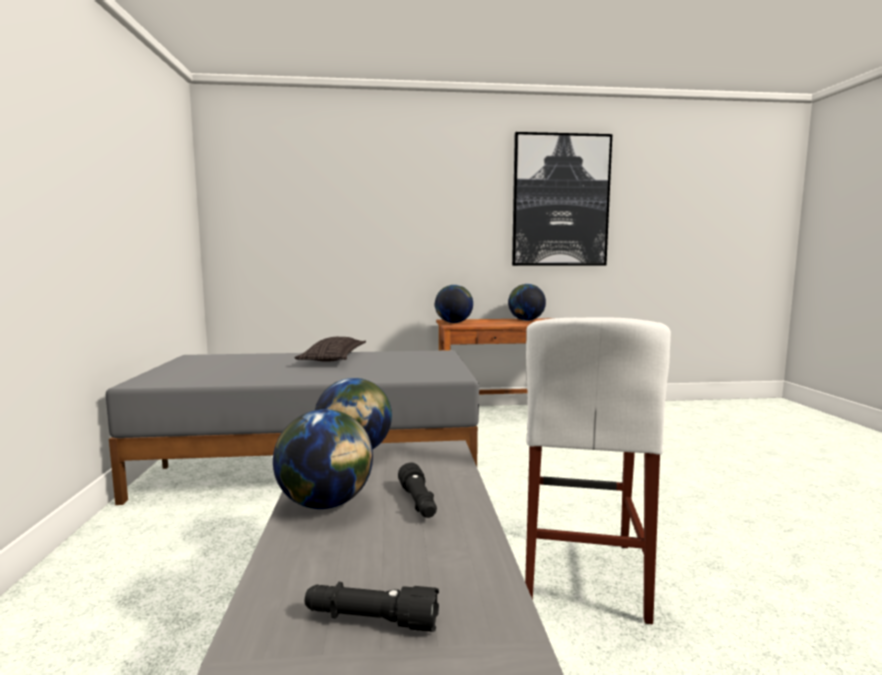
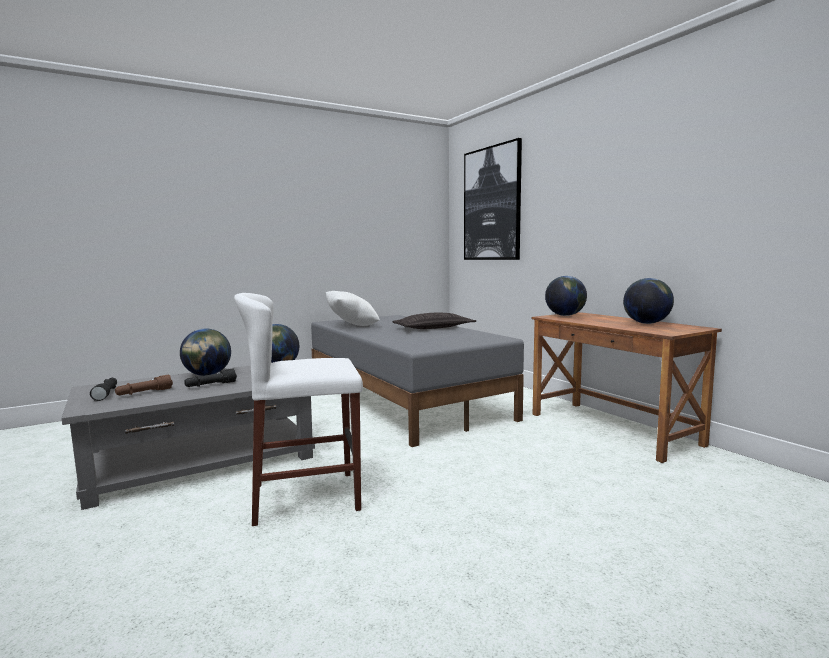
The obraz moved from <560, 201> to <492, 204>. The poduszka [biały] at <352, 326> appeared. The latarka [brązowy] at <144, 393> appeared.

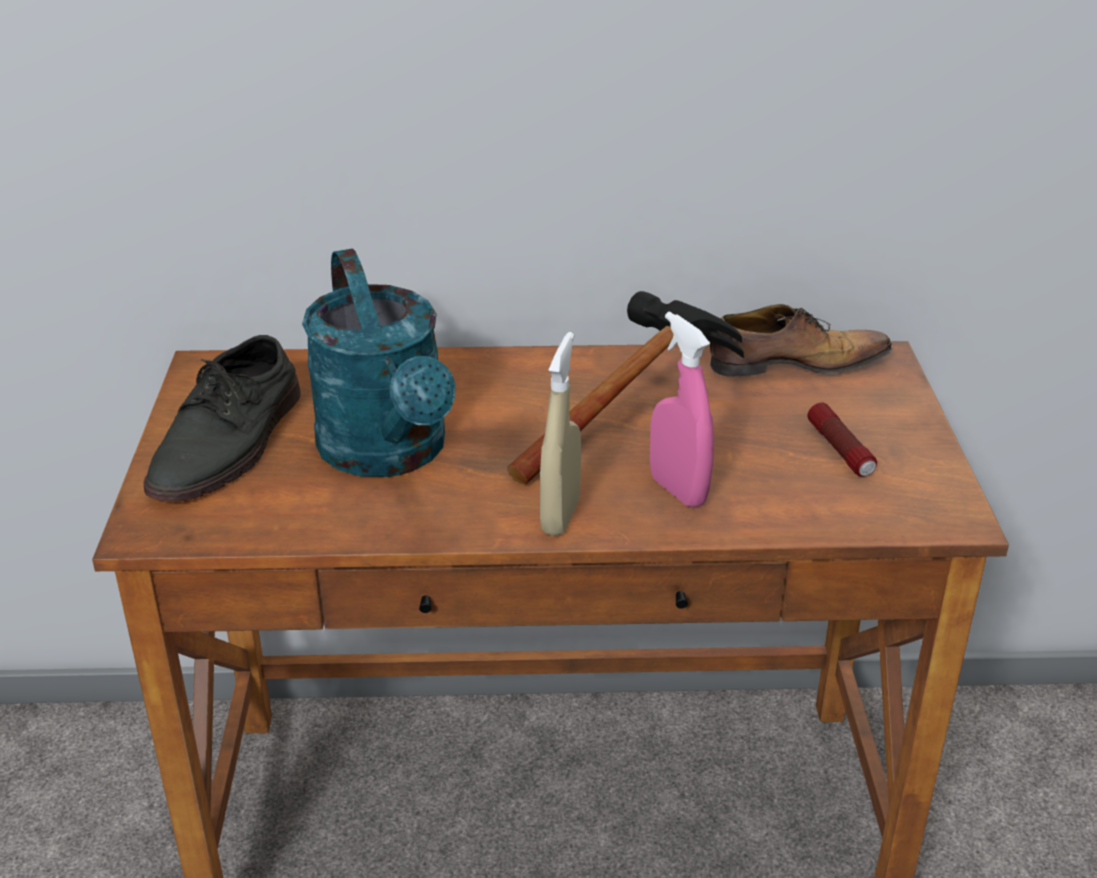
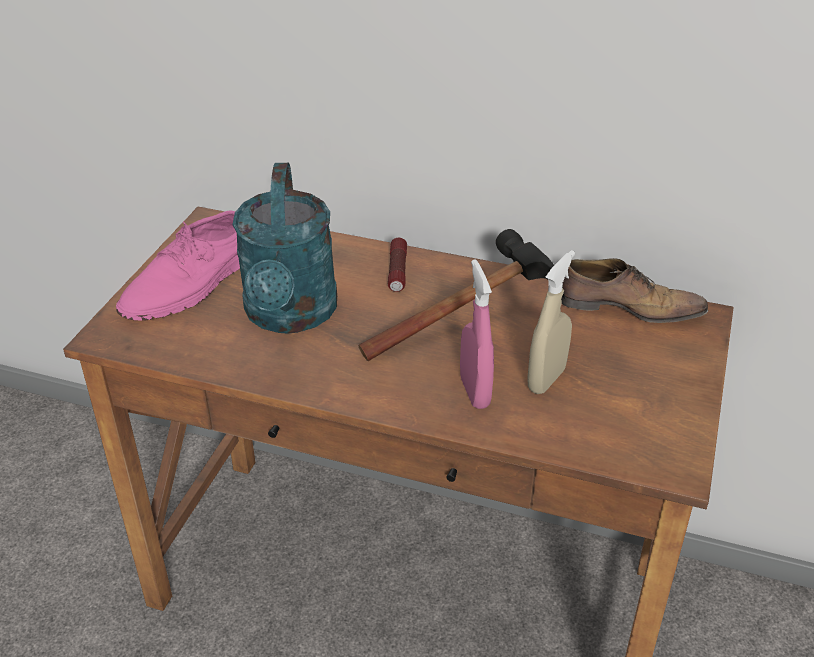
The spryskiwacz [beżowy] moved from <560, 516> to <546, 380>. The but [szary] at <230, 443> became the but [różowy] at <192, 283>. The latarka moved from <840, 450> to <397, 272>.

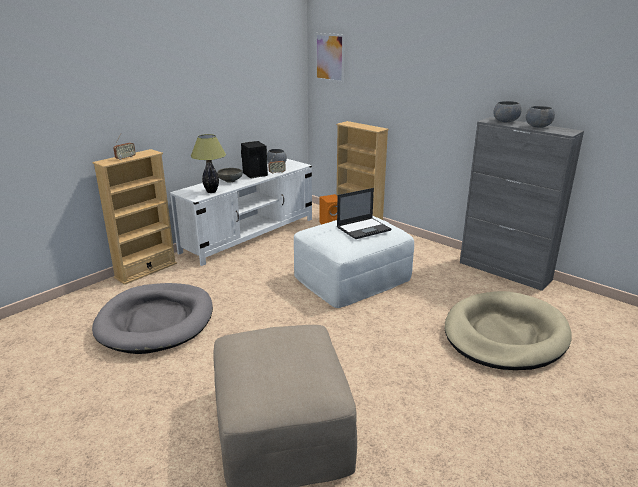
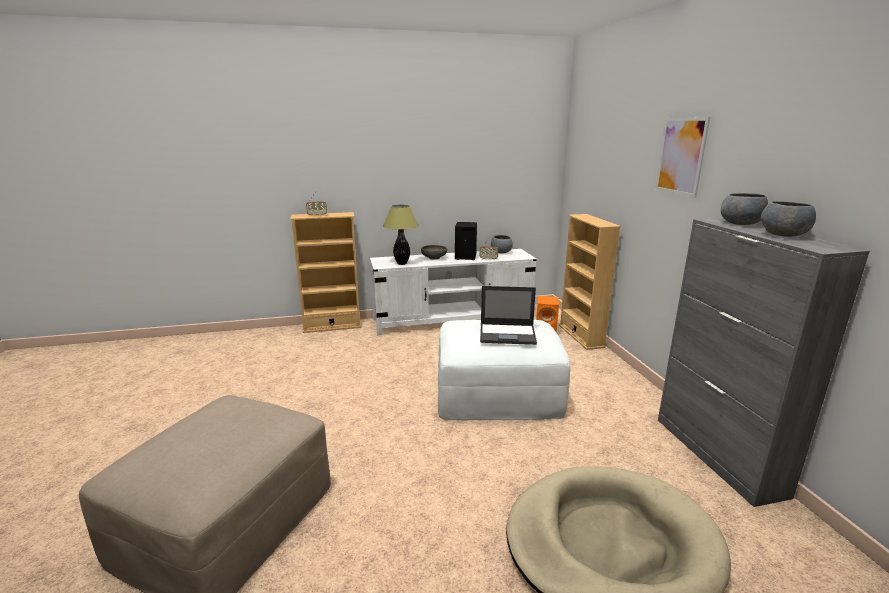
The obraz moved from <329, 57> to <681, 156>. The legowisko [szary] at <156, 321> disappeared.

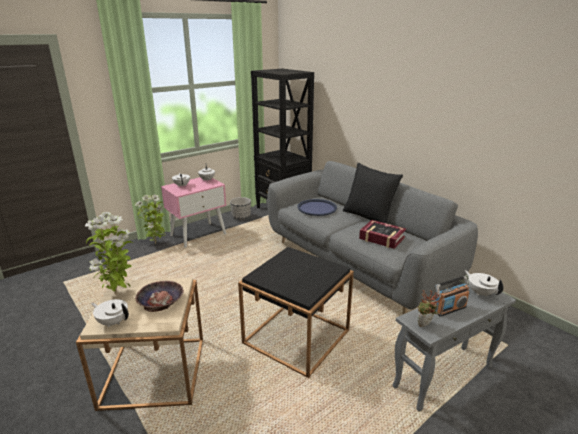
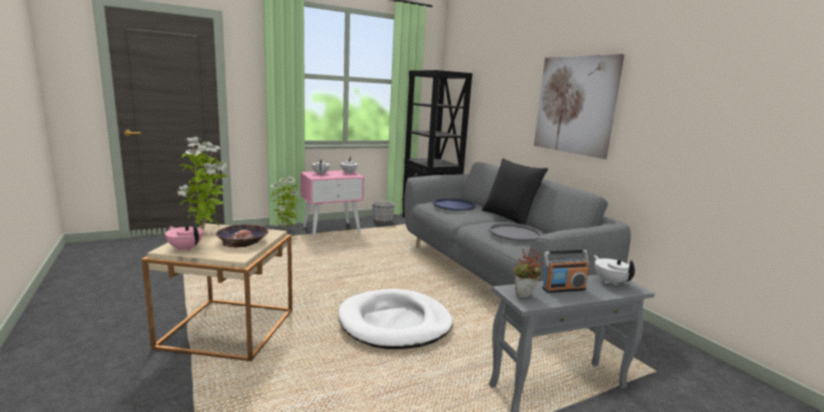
The książka at <382, 238> was replaced by the taca [szary] at <514, 233>. The stolik [czarny] at <296, 337> was replaced by the legowisko [biały] at <395, 323>. The imbryk [biały] at <113, 322> became the imbryk [różowy] at <185, 248>. The obraz at <575, 105> appeared.

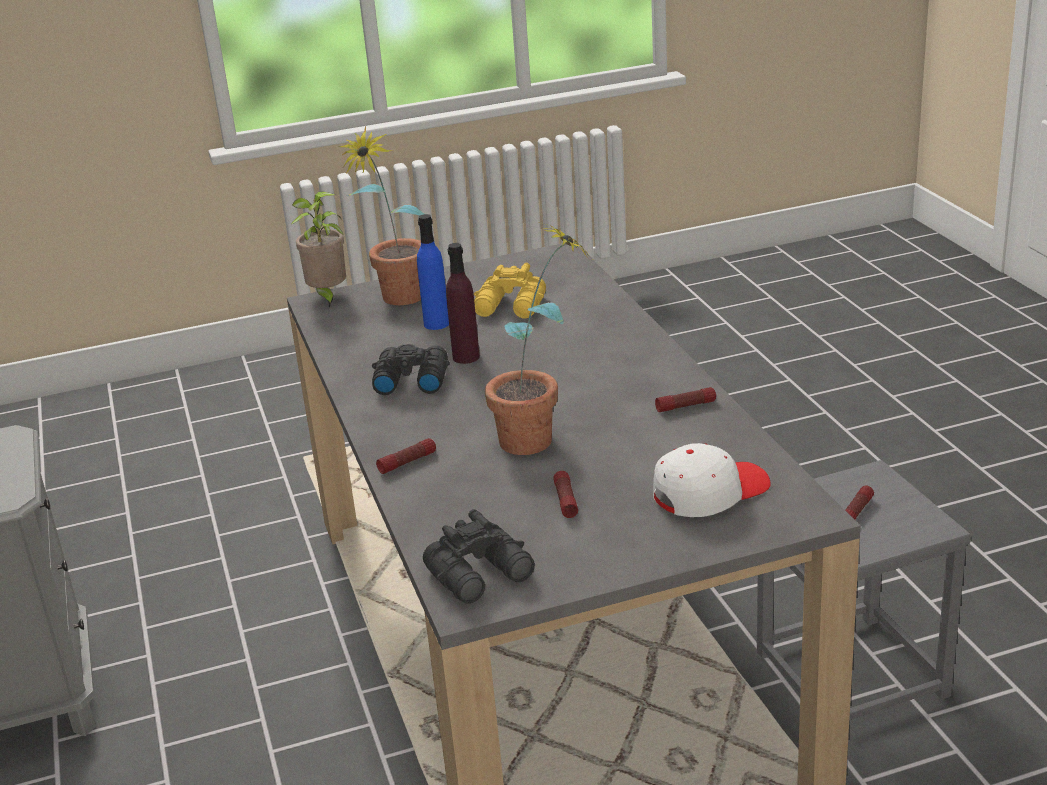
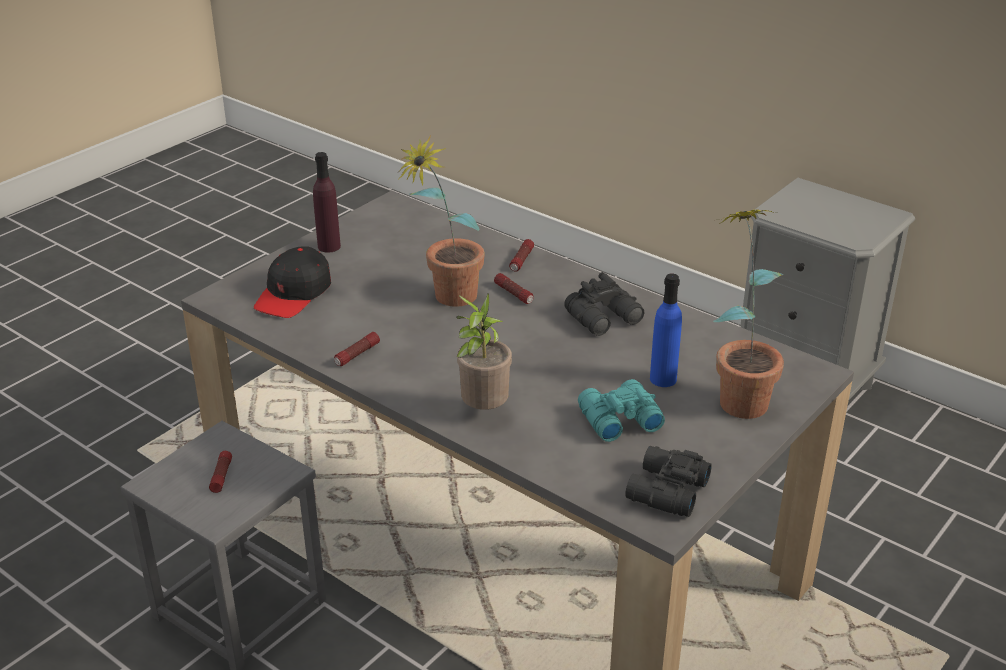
The roślina doniczkowa moved from <327, 297> to <483, 410>. The butelka [fioletowy] moved from <466, 357> to <329, 246>. The lornetka [żółty] at <511, 307> became the lornetka [turkusowy] at <617, 419>. The czapka z daszkiem [biały] at <709, 492> became the czapka z daszkiem [czarny] at <294, 294>. The latarka moved from <565, 500> to <514, 294>. The lornetka [czarny] moved from <482, 575> to <665, 491>.

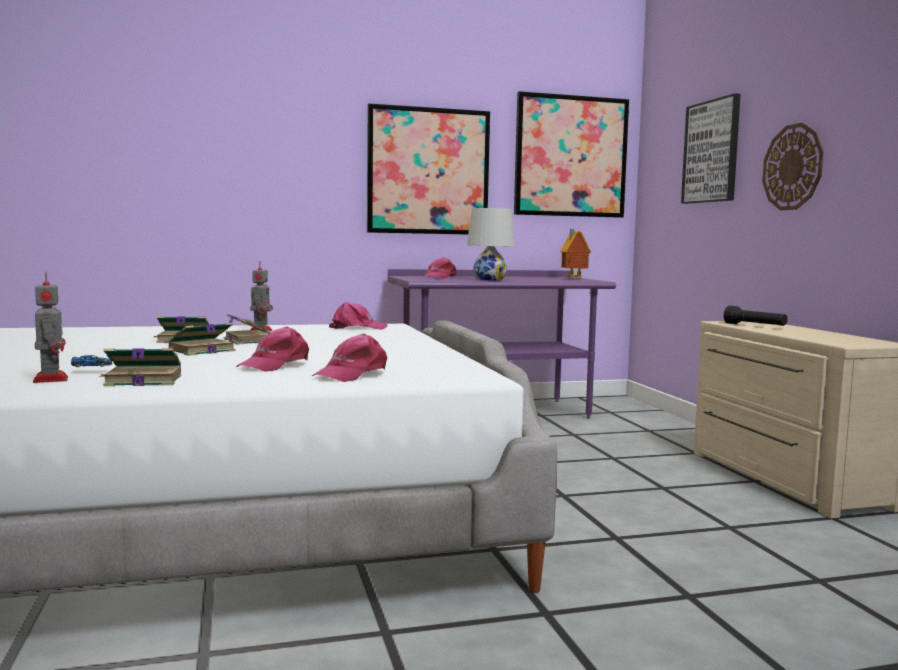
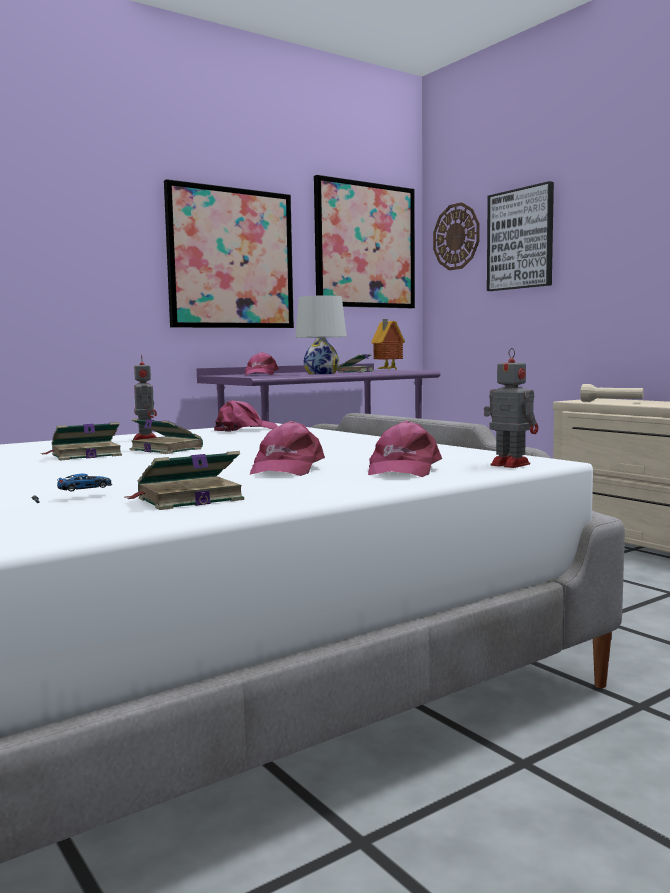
The zegar ścienny moved from <792, 167> to <456, 236>. The robot zabawkowy moved from <50, 379> to <508, 464>. The latarka [czarny] at <755, 326> became the latarka [beżowy] at <611, 402>. The książka moved from <200, 351> to <355, 372>.

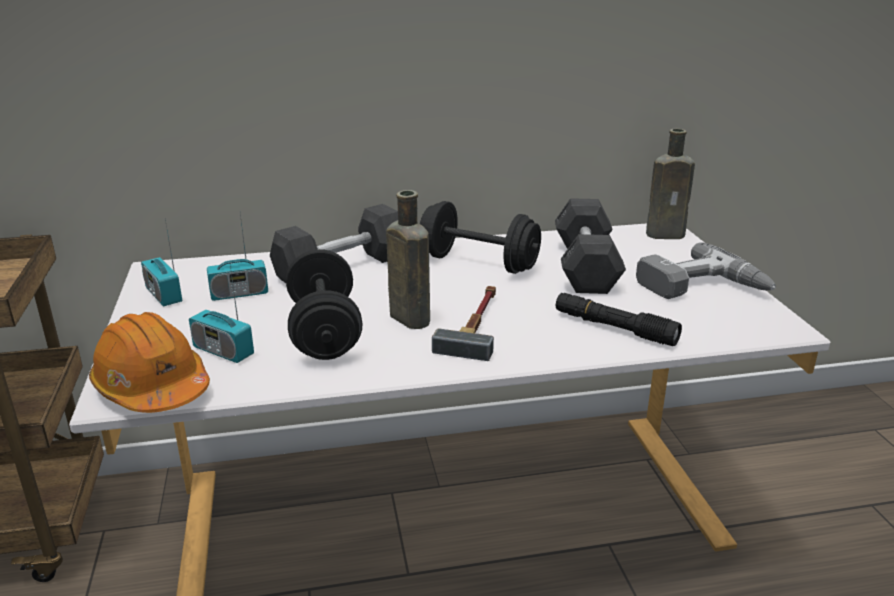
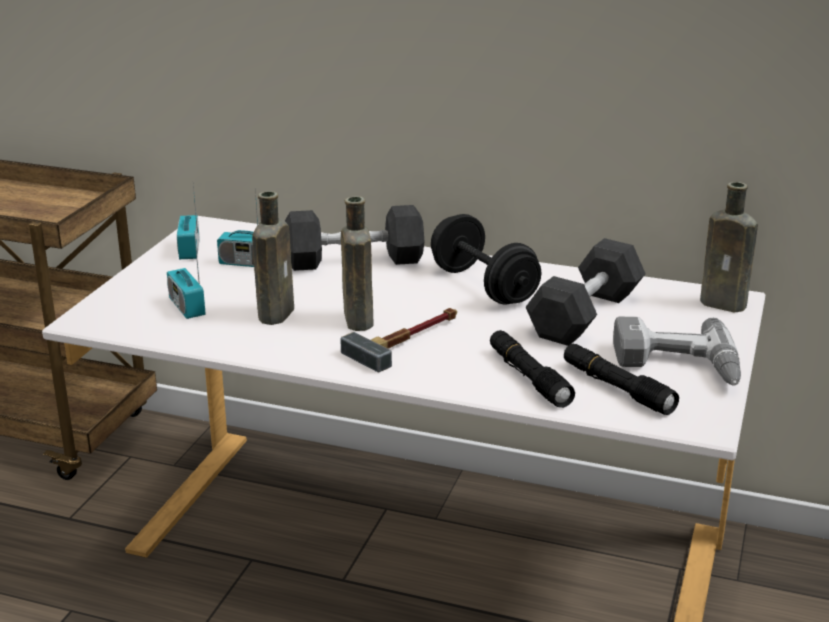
The hantel [czarny] at <324, 332> was replaced by the butelka [brązowy] at <277, 313>. The kask [pomarańczowy] at <152, 387> disappeared. The latarka [czarny] at <617, 388> appeared.

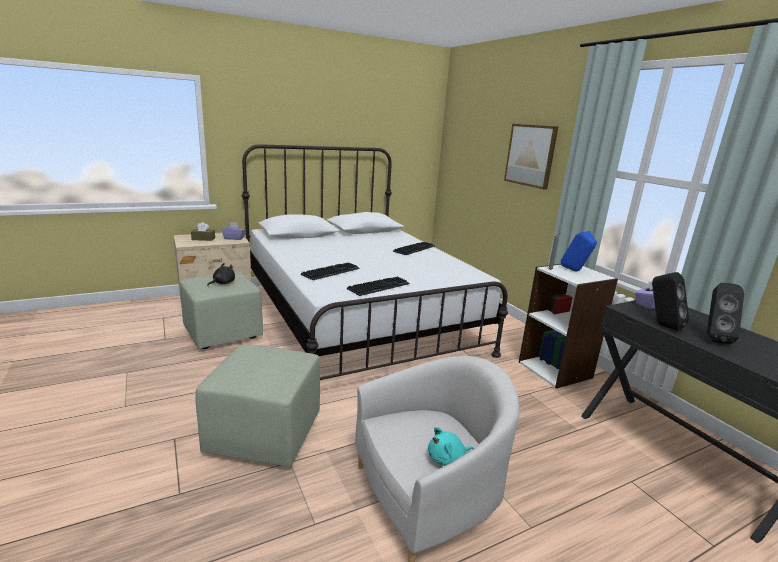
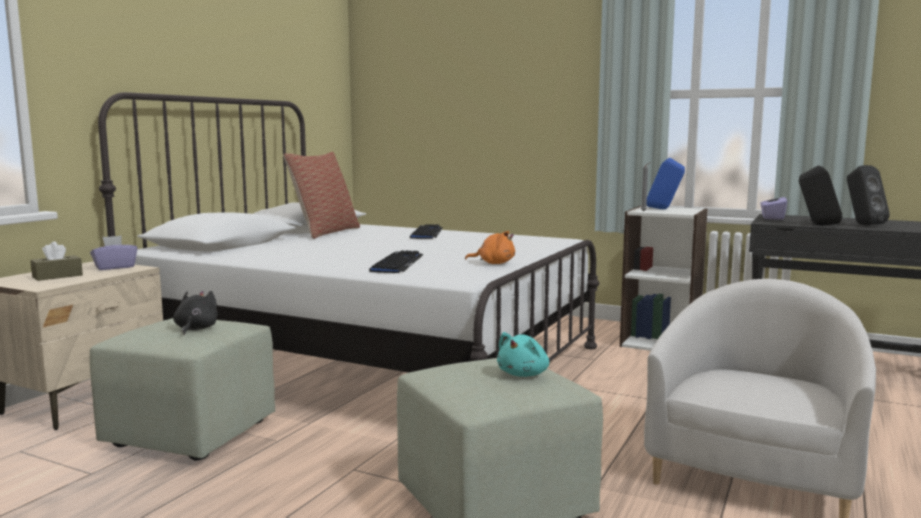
The obraz at <530, 155> disappeared. The klawiatura at <379, 287> was replaced by the pluszak [pomarańczowy] at <494, 263>. The pluszak [turkusowy] moved from <448, 460> to <524, 374>. The poduszka at <325, 232> appeared.

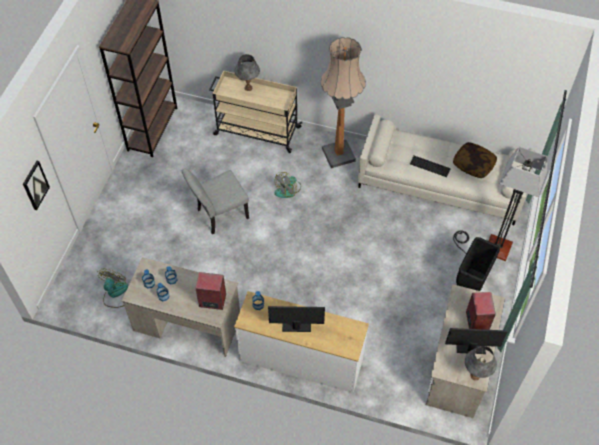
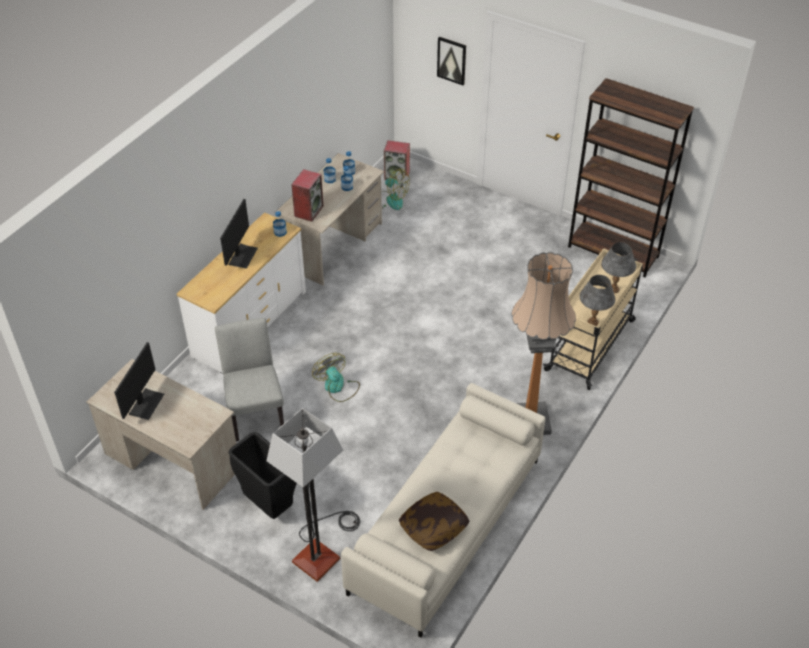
The klawiatura at <430, 166> disappeared. The krzesło [szary] moved from <219, 215> to <255, 411>. The wentylator moved from <288, 190> to <337, 387>. The głośnik moved from <476, 321> to <397, 175>. The lampa stołowa [szary] moved from <475, 375> to <592, 322>.

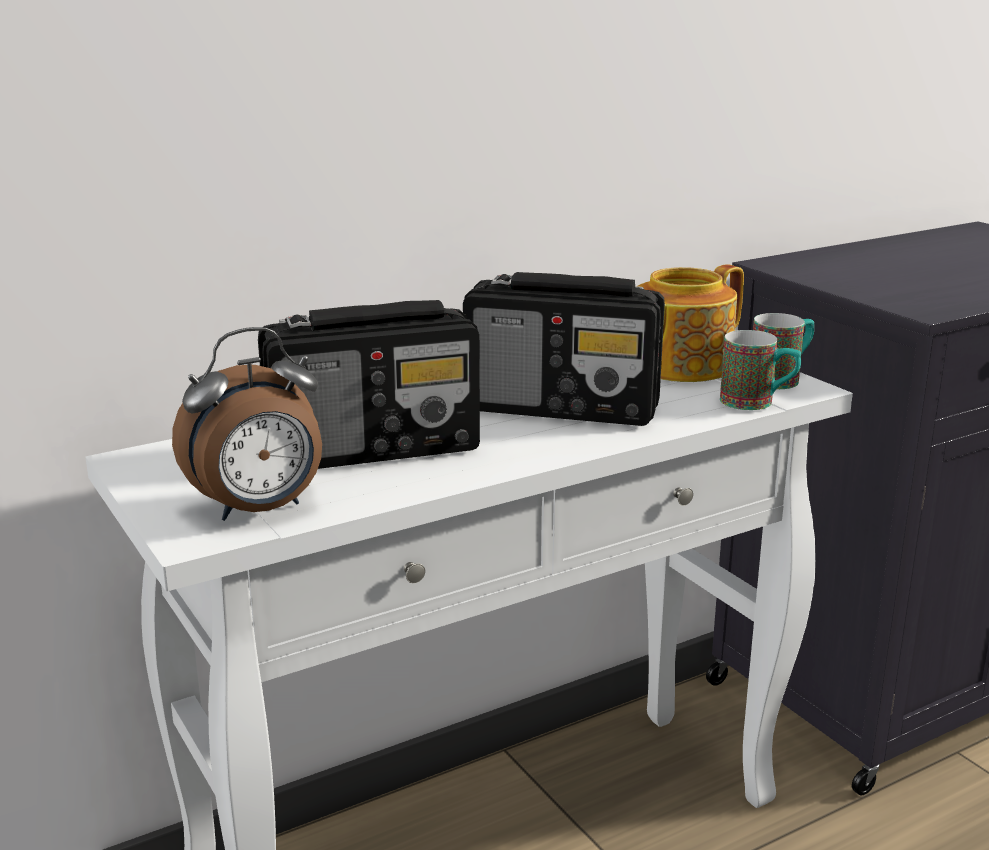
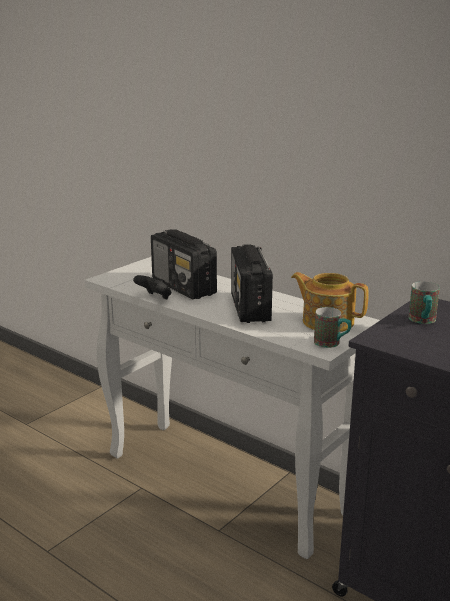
The budzik at <259, 510> disappeared. The kubek moved from <757, 403> to <423, 321>. The pad do gier [czarny] at <154, 298> appeared.

